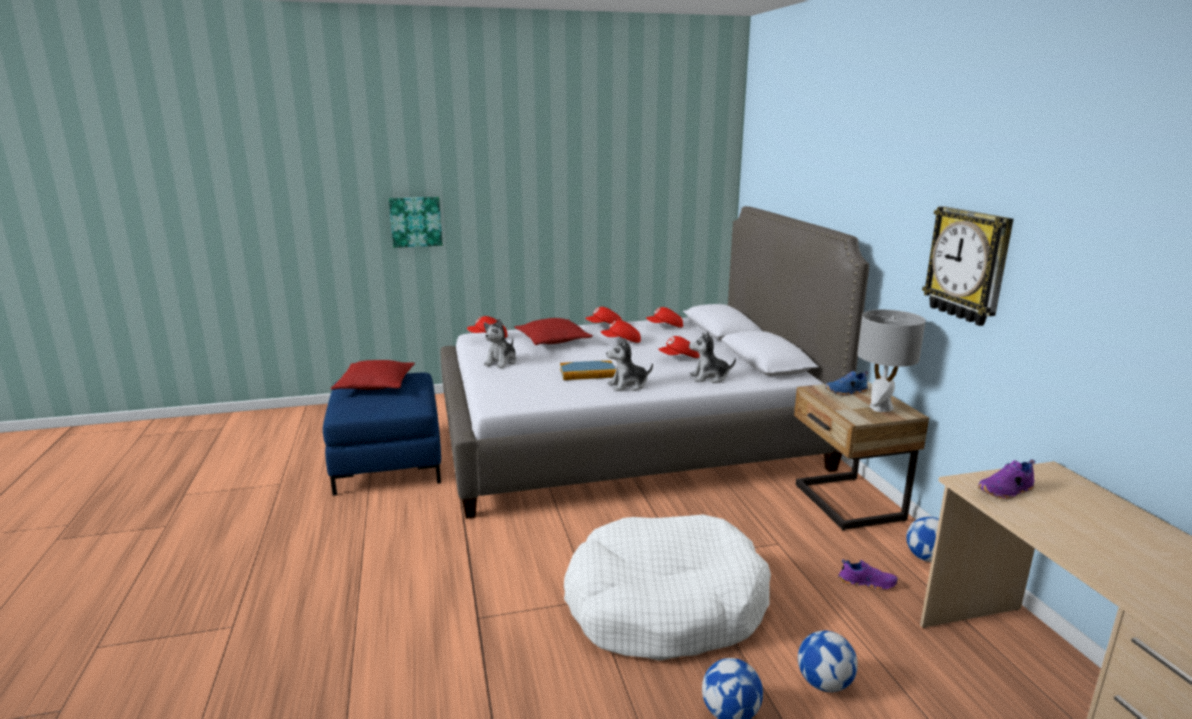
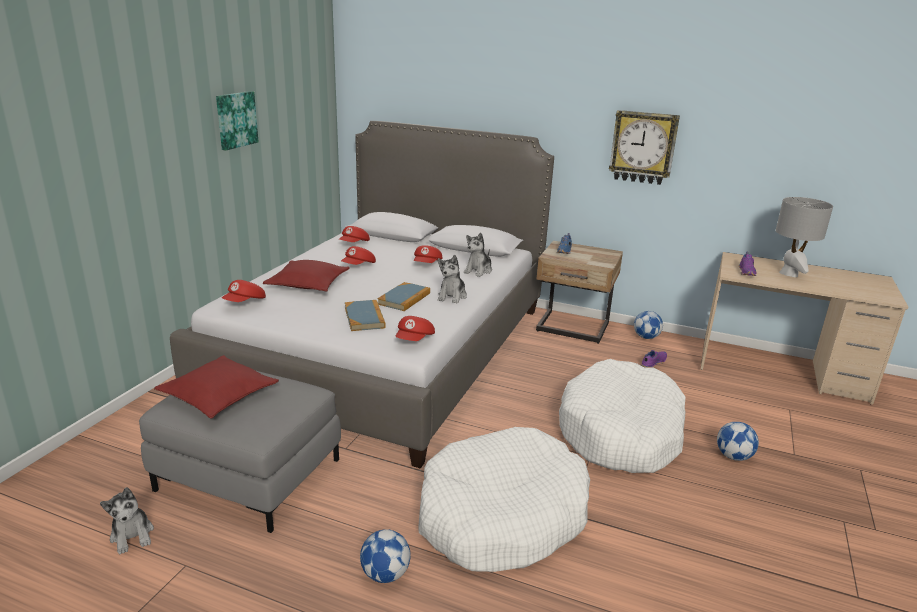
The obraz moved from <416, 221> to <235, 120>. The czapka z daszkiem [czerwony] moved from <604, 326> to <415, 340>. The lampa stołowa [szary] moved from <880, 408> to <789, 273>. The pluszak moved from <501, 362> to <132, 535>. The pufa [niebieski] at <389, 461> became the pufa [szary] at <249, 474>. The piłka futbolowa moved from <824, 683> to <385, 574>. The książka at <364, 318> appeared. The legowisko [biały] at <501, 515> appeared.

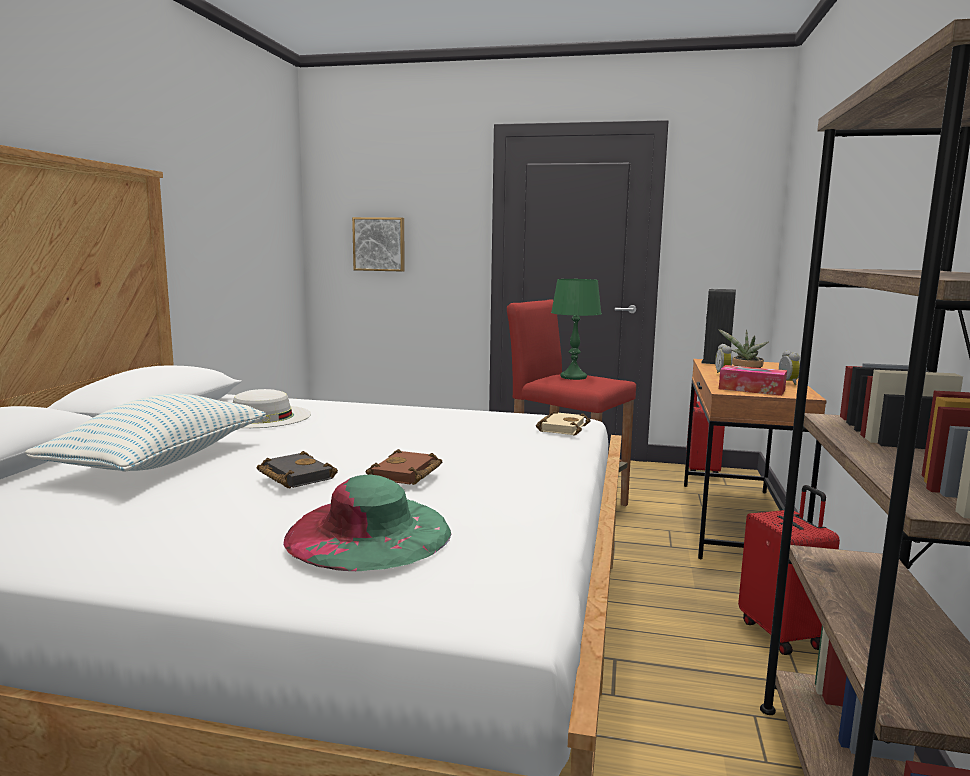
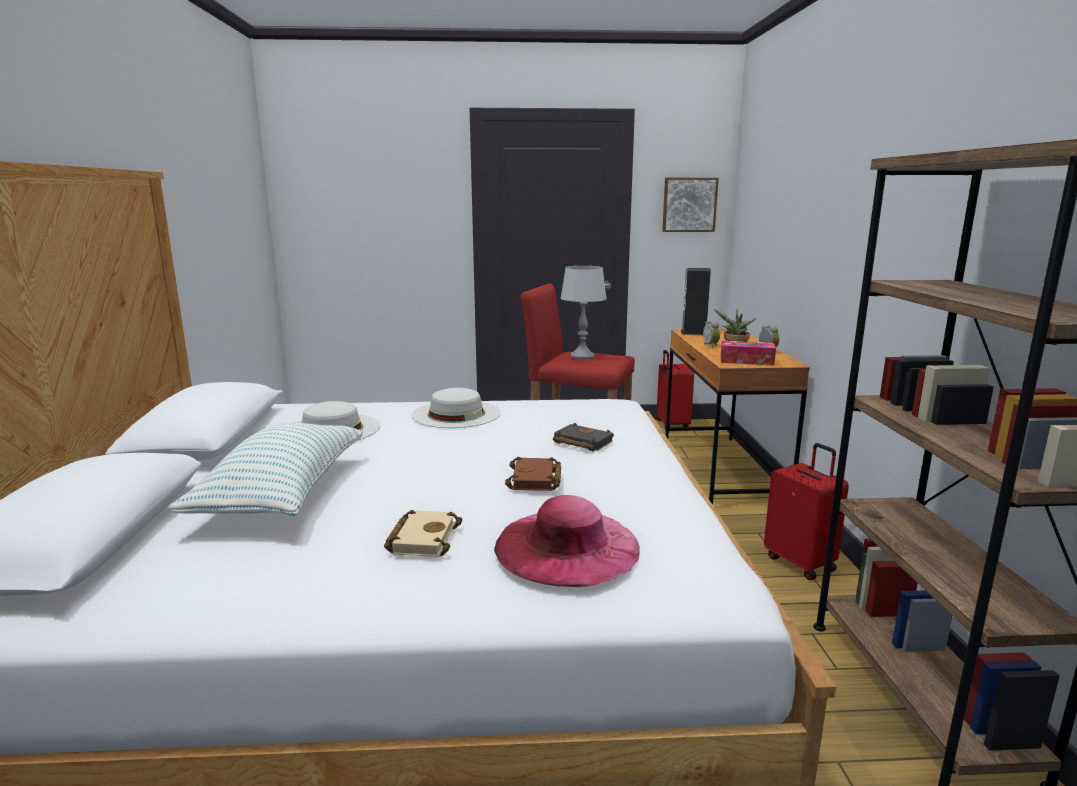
The obraz moved from <379, 244> to <689, 204>. The lampa stołowa [zielony] at <573, 377> became the lampa stołowa [szary] at <582, 356>. The książka [beżowy] moved from <561, 428> to <422, 538>. The książka [czarny] moved from <293, 476> to <580, 442>. The kapelusz [zielony] at <369, 533> became the kapelusz [różowy] at <567, 546>. The kapelusz [biały] at <456, 414> appeared.

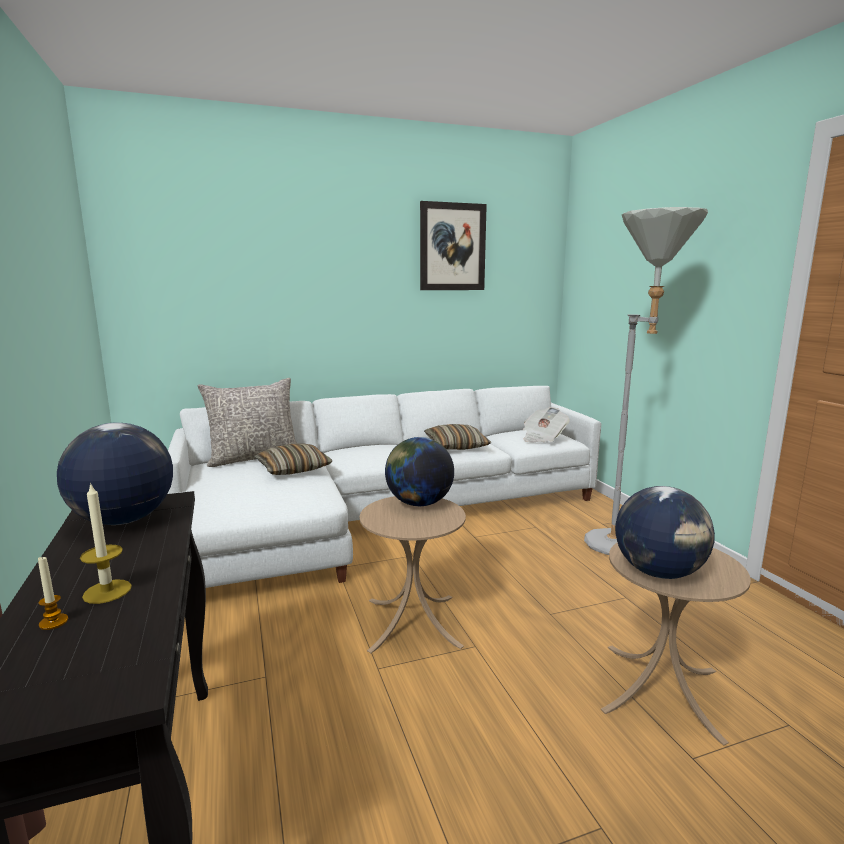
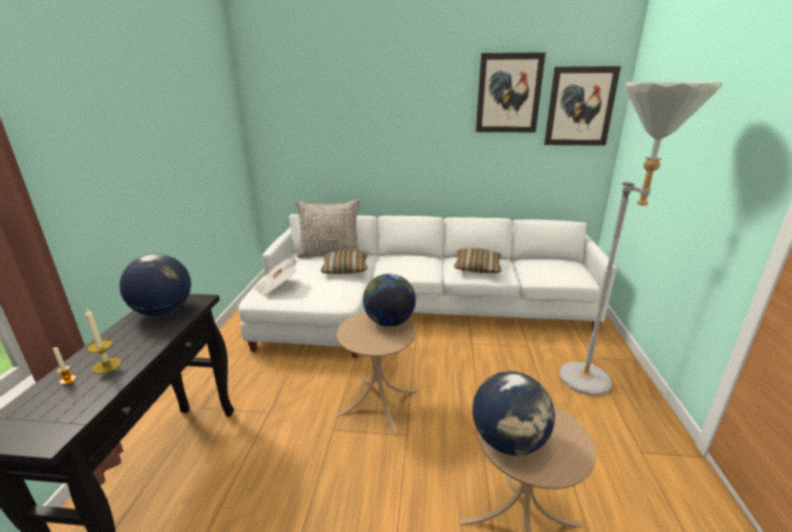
The gazeta moved from <542, 438> to <277, 287>. The obraz at <580, 107> appeared.

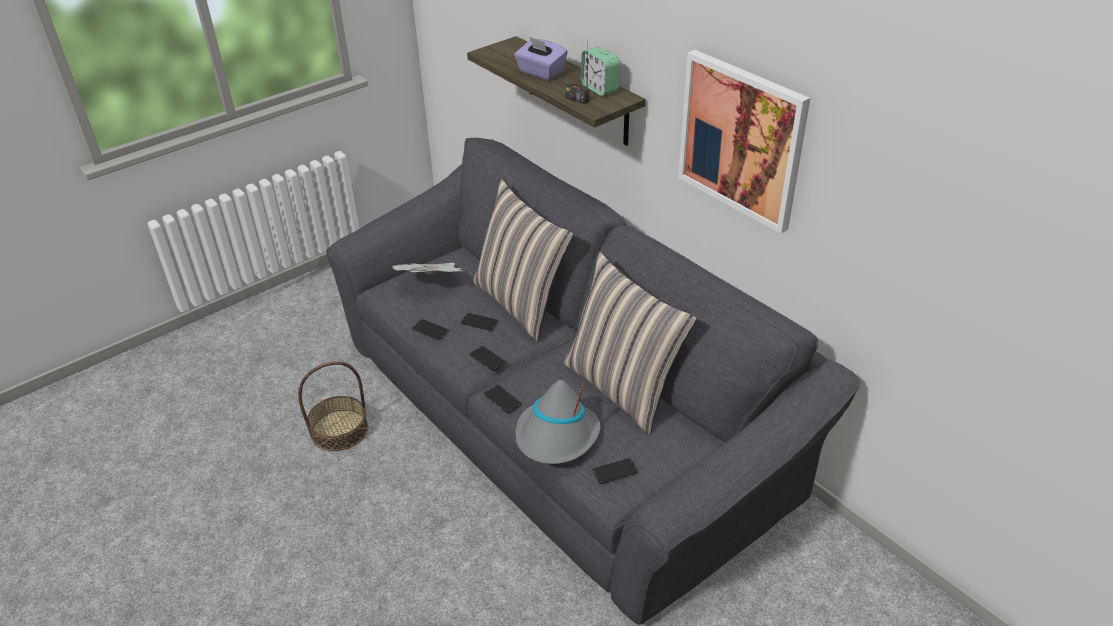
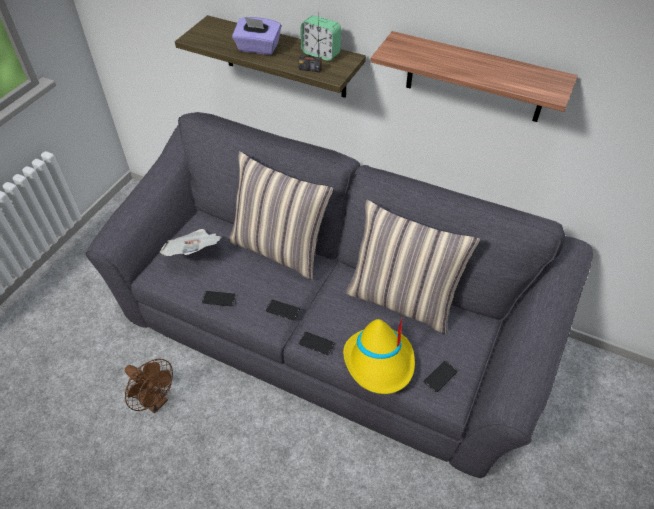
The obraz at <741, 139> was replaced by the półka at <475, 78>. The telefon at <479, 322> disappeared. The koszyk at <339, 430> was replaced by the wentylator [brązowy] at <155, 401>. The kapelusz [szary] at <557, 437> became the kapelusz [żółty] at <379, 362>.

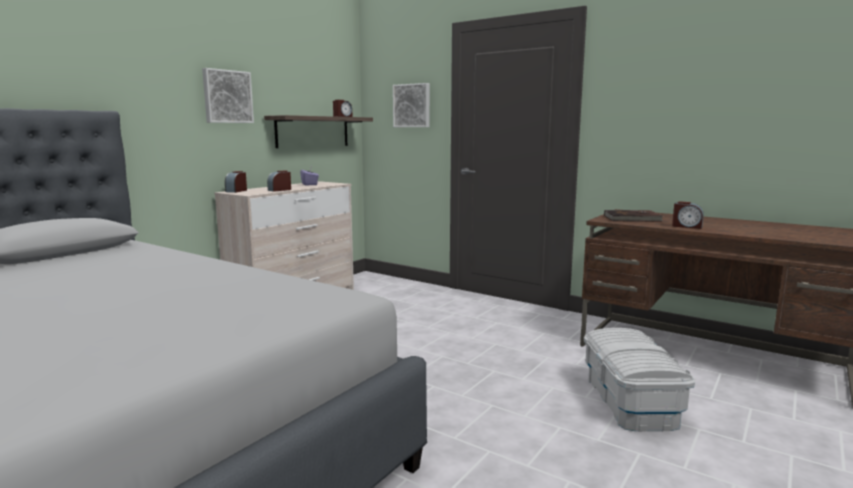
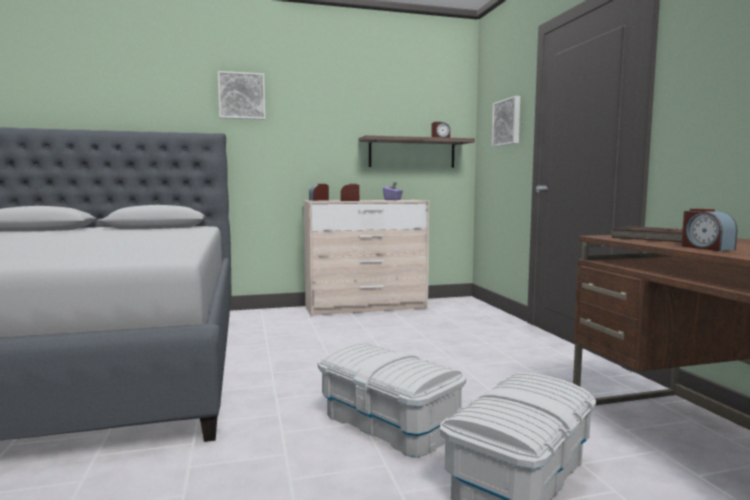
The obraz moved from <227, 96> to <241, 96>. The pojemnik do przechowywania [biały] at <389, 424> appeared.

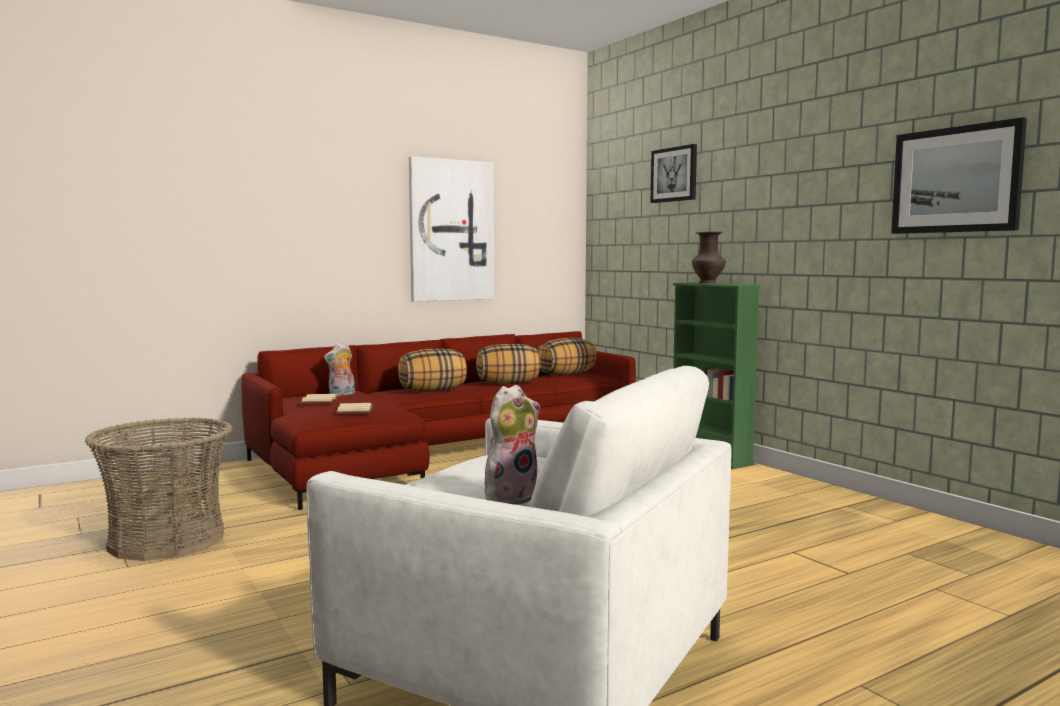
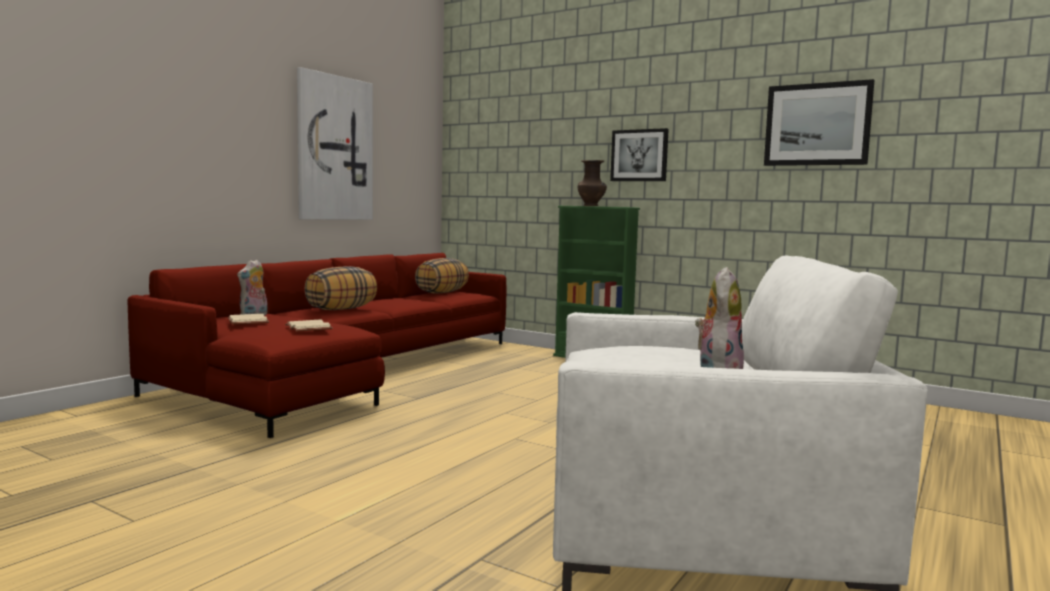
The obraz moved from <674, 174> to <639, 155>. The poduszka at <508, 383> disappeared. The koszyk at <167, 540> disappeared.

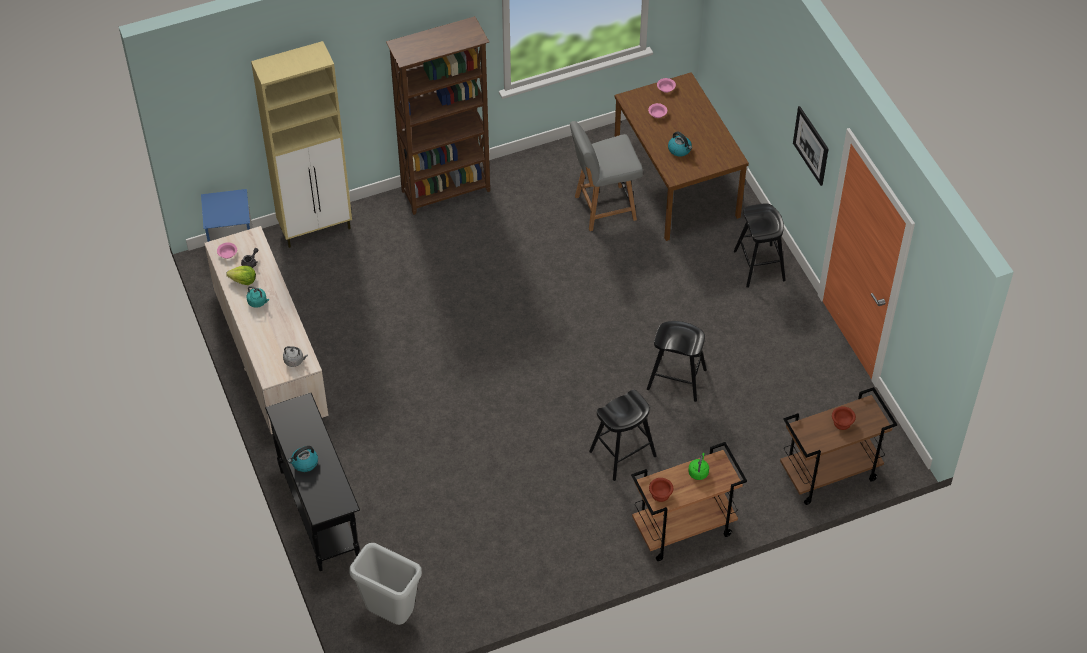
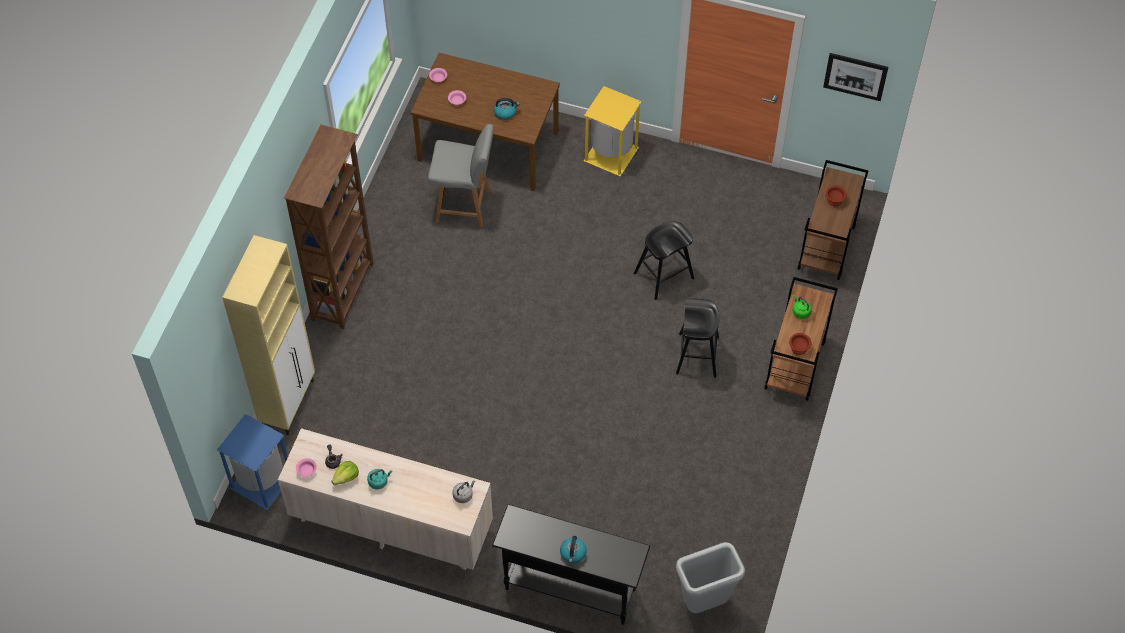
The obraz moved from <811, 145> to <855, 76>. The krzesło [szary] at <603, 208> turned 105 degrees counterclockwise. The stołek [czarny] at <759, 265> was replaced by the kosz na śmieci [żółty] at <612, 154>.

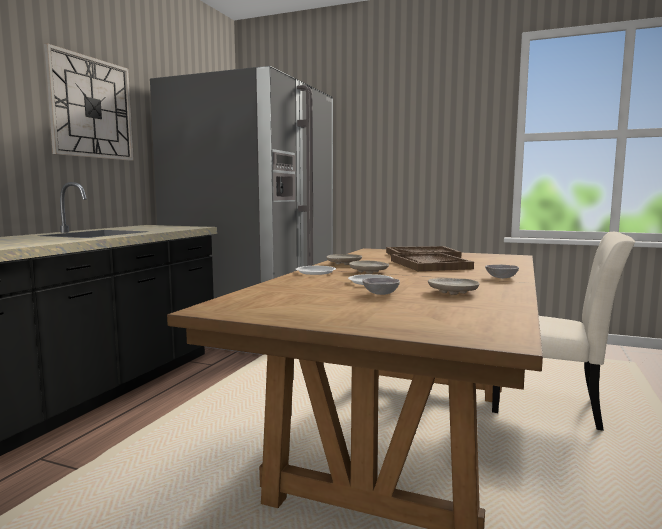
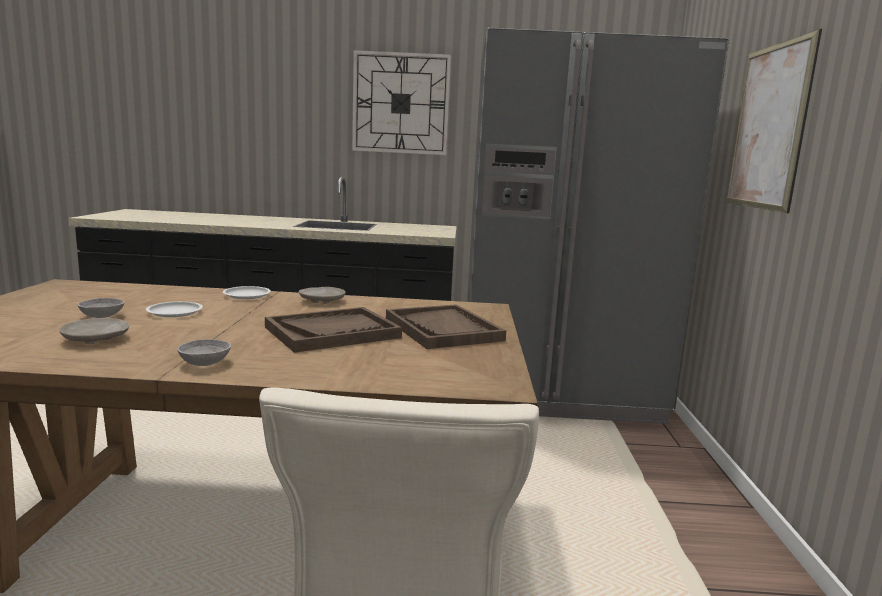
The talerz [beżowy] at <369, 272> disappeared. The obraz at <768, 127> appeared.

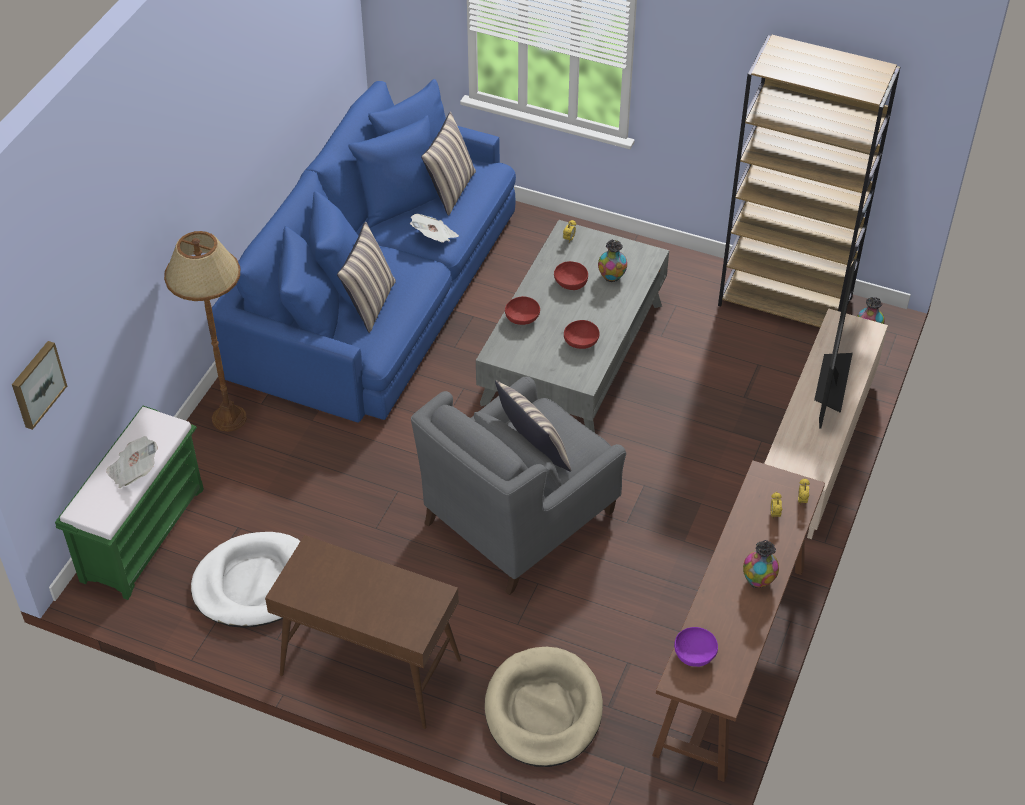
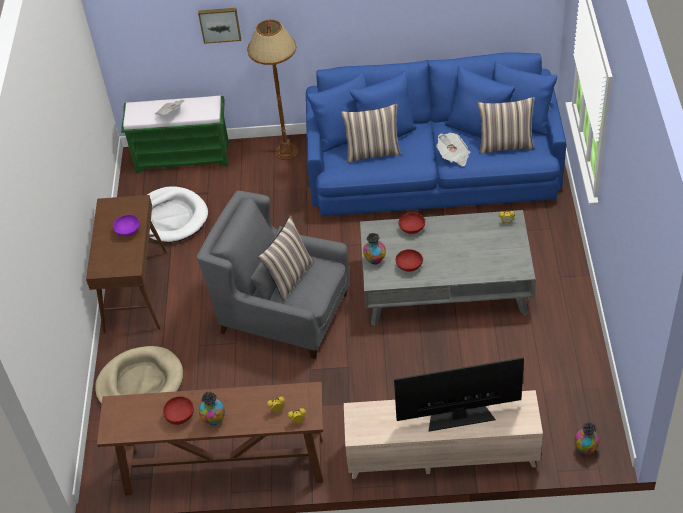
The regał [brązowy] at <786, 302> disappeared. The wazon moved from <611, 277> to <375, 260>. The miska [czerwony] moved from <570, 283> to <180, 415>. The obraz moved from <36, 384> to <220, 24>. The miska [fioletowy] moved from <695, 655> to <128, 231>.

